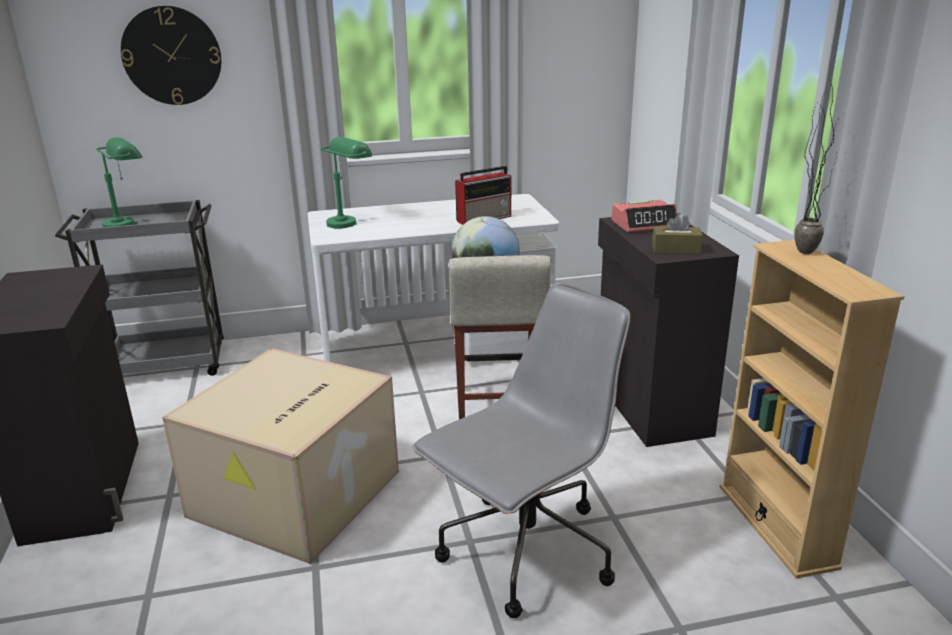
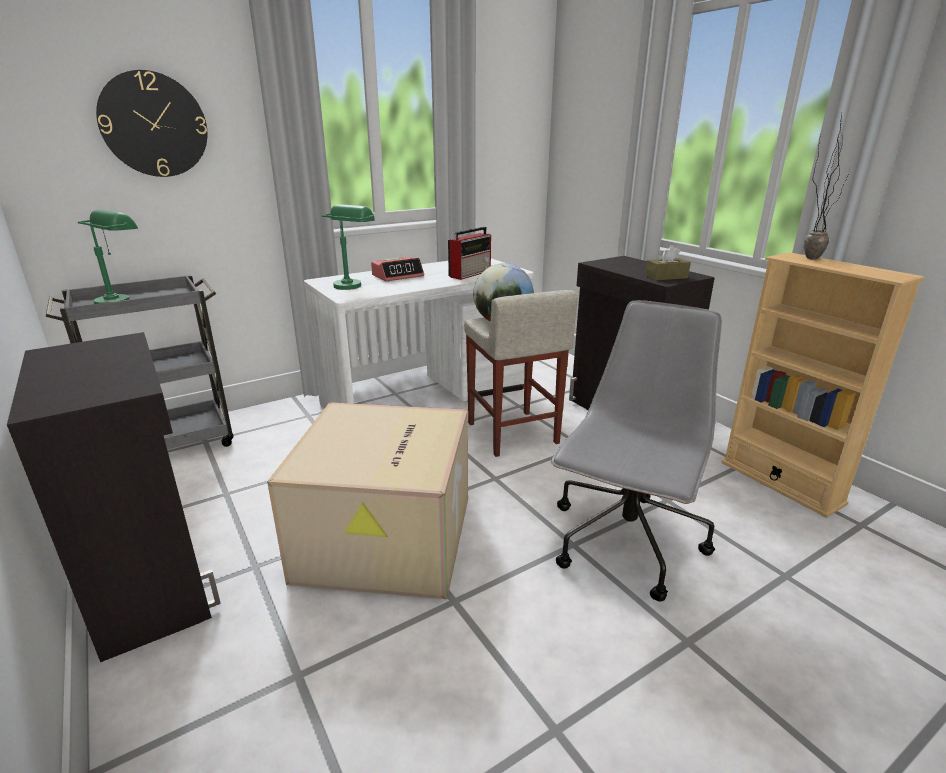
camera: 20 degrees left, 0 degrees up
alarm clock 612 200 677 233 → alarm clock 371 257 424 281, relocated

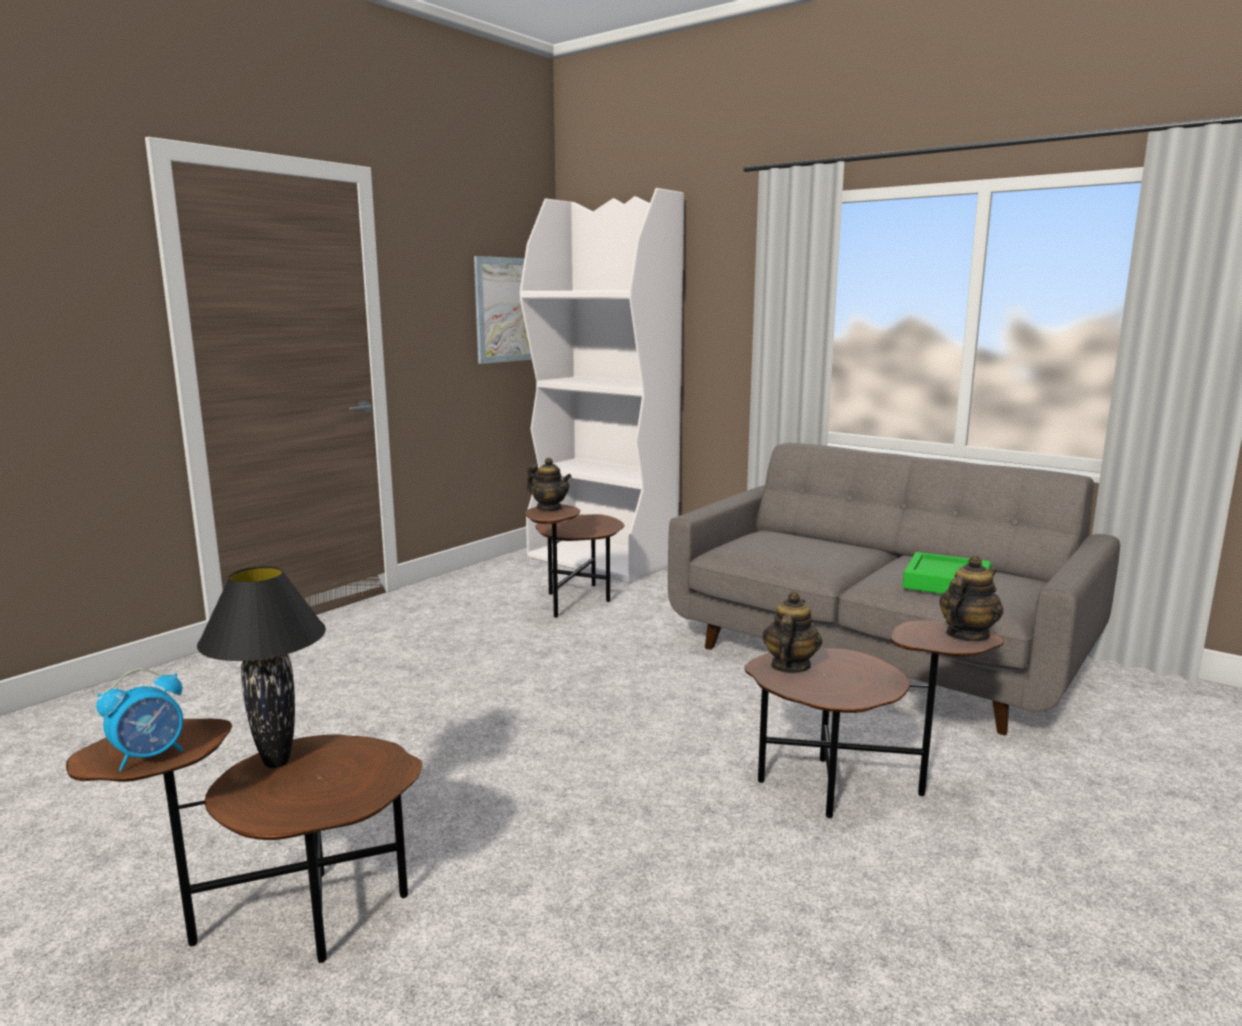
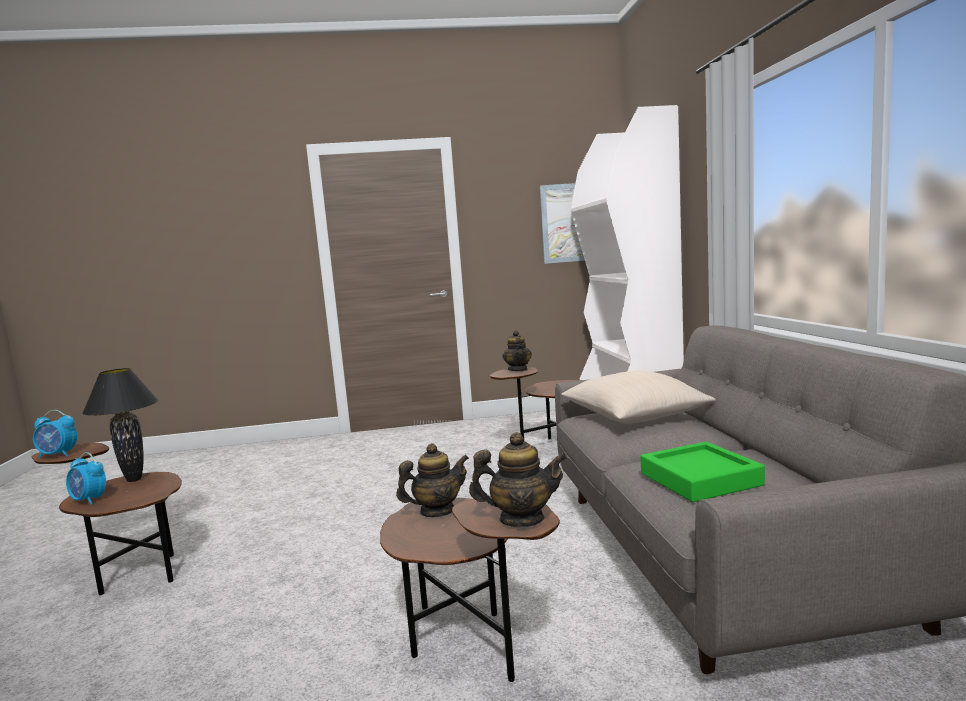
camera: 45 degrees right, 5 degrees down
- → alarm clock 66 452 106 505
- → beige pillow 561 371 716 424

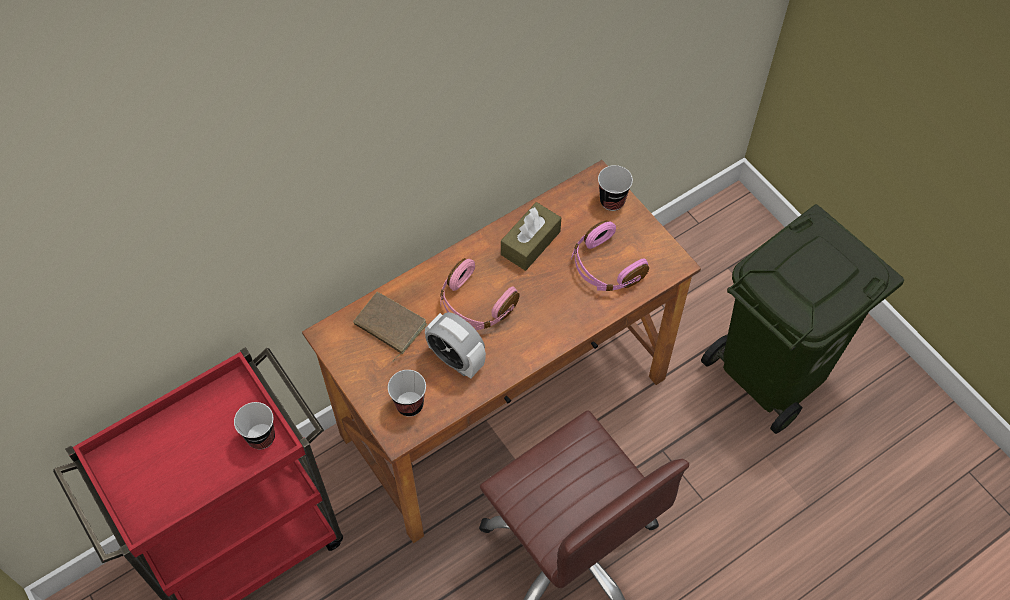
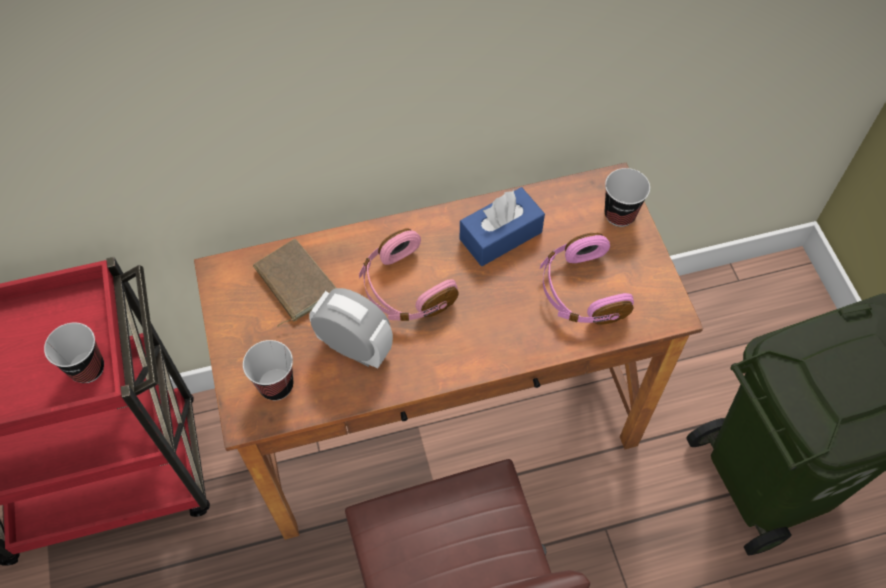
camera: 20 degrees right, 0 degrees up
brown tissue box 501 202 561 271 → blue tissue box 460 187 545 266
alarm clock 425 312 486 378 → alarm clock 309 288 393 368, 150 degrees clockwise

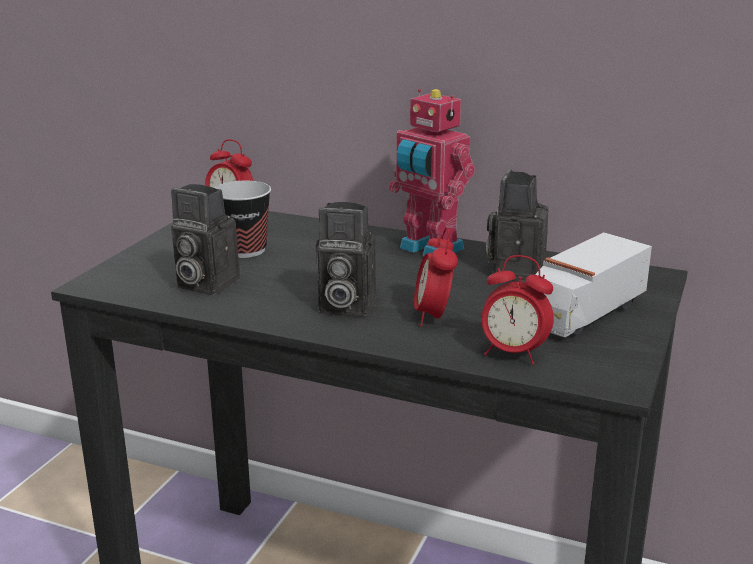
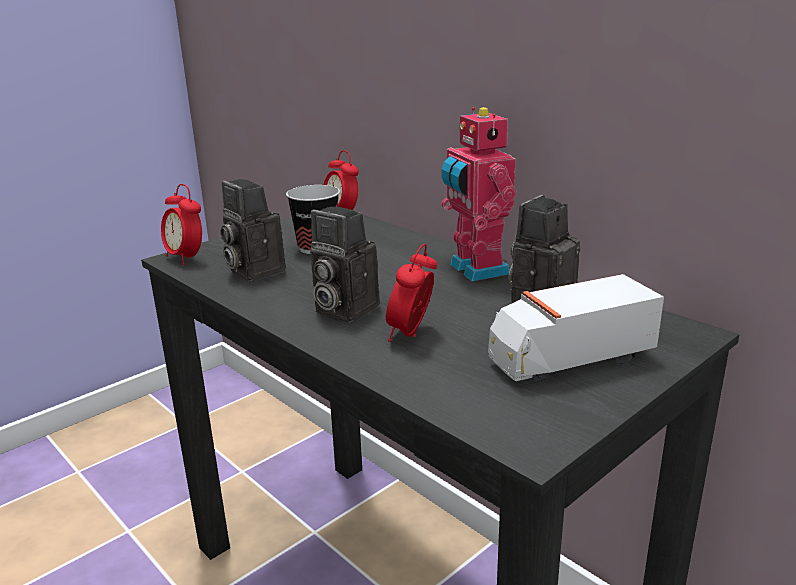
camera: 25 degrees right, 0 degrees up
alarm clock 481 255 554 365 → alarm clock 161 184 202 265, relocated

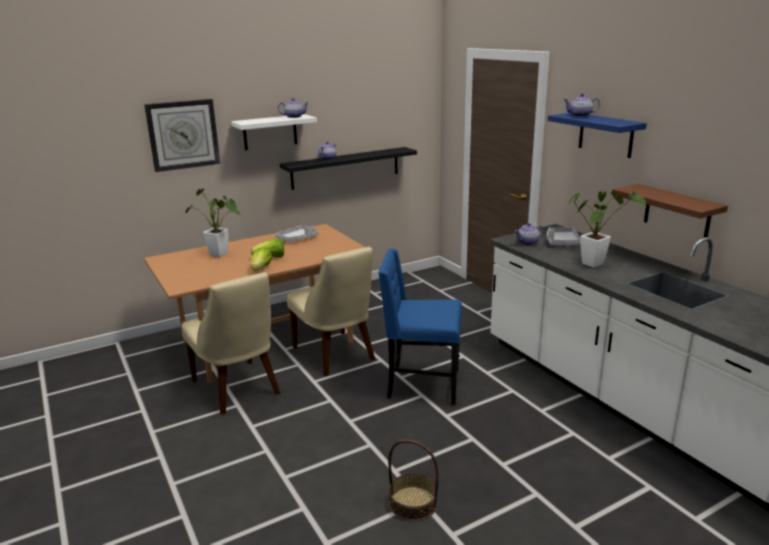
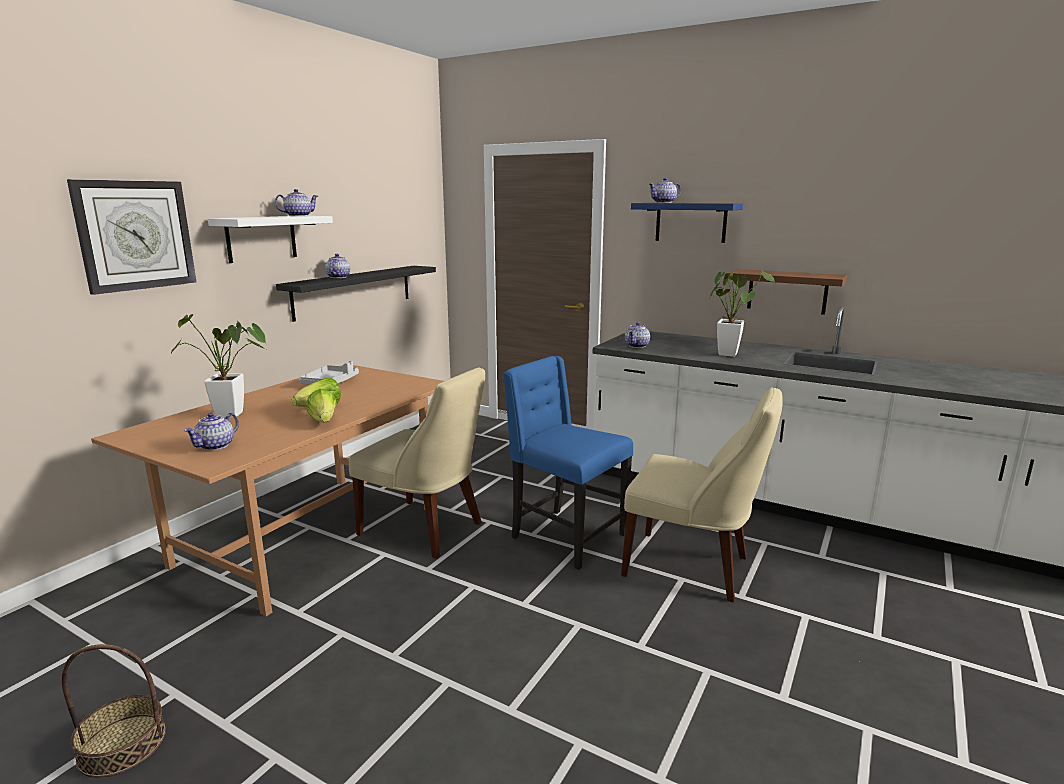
camera: 30 degrees left, 5 degrees down
grey tray 547 228 581 246 → -
- → teapot 184 413 239 451
beige chair 181 272 280 415 → beige chair 621 387 783 602, relocated
basket 388 440 439 521 → basket 62 644 166 778, relocated
blue chair 378 248 462 405 → blue chair 503 356 633 570, 60 degrees clockwise

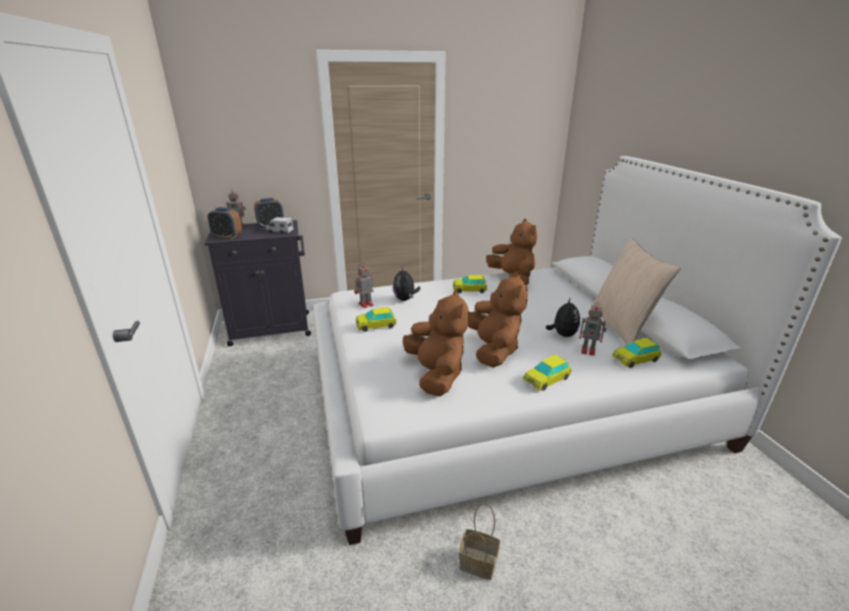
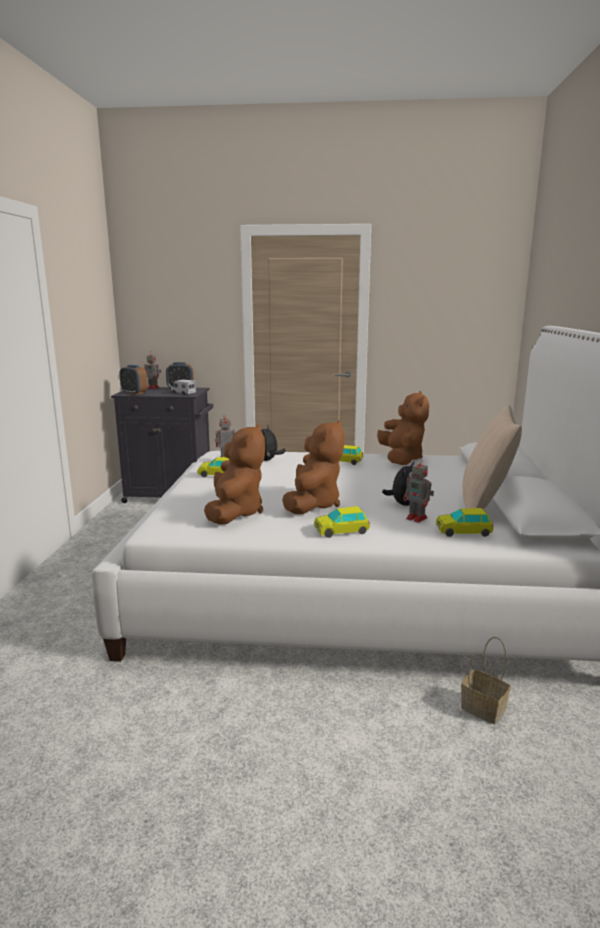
camera: 20 degrees right, 10 degrees down
basket 459 504 500 580 → basket 461 637 511 724, relocated

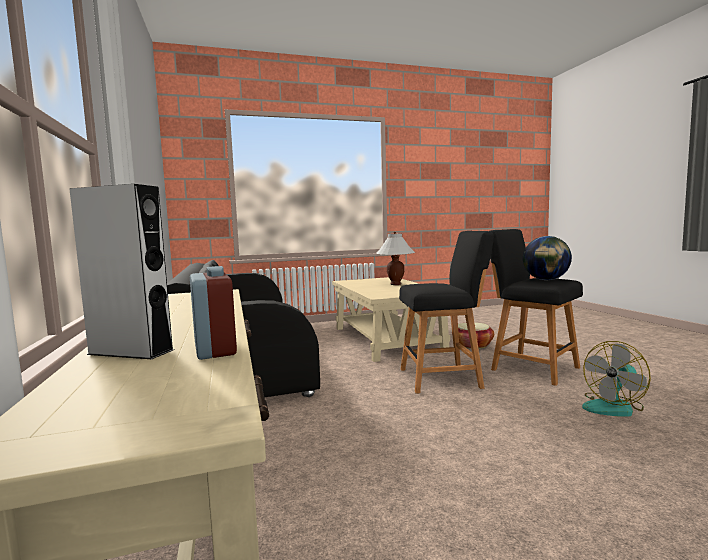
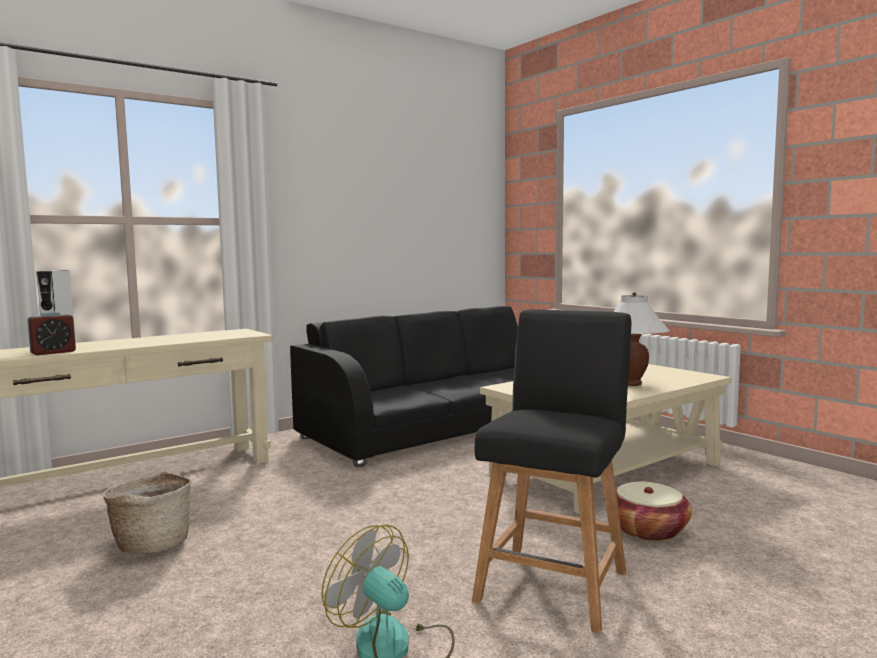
camera: 70 degrees right, 0 degrees up
black stool 399 231 494 394 → -
globe 523 236 572 280 → -
- → basket 103 471 191 553

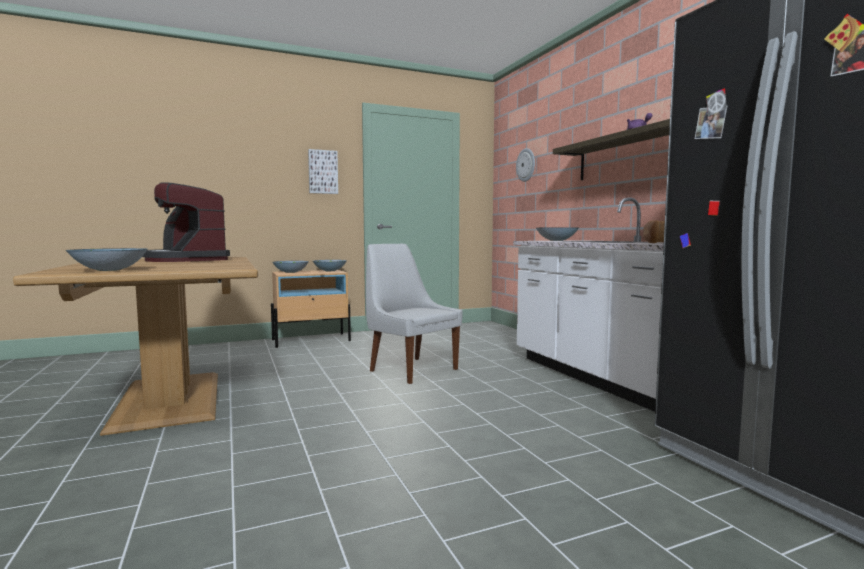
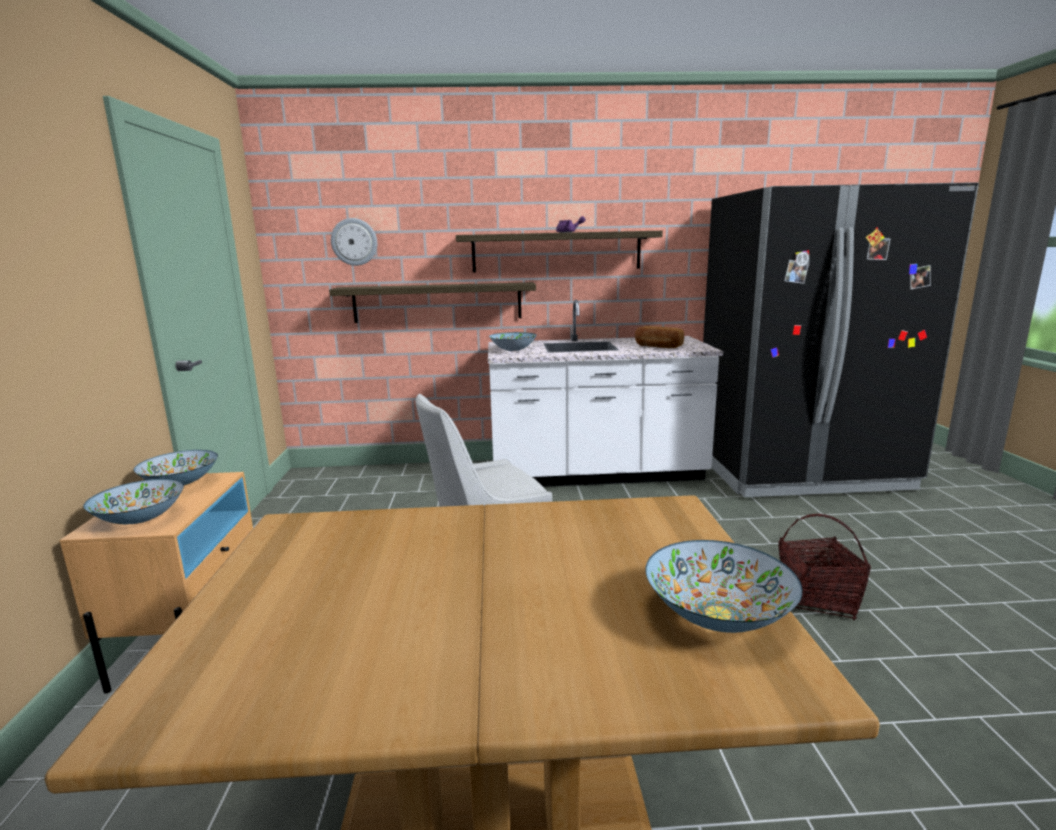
camera: 70 degrees left, 10 degrees up
coffee machine 142 182 230 262 → -
picture 308 149 338 194 → -
- → shelf 329 282 536 323
- → basket 778 514 871 620

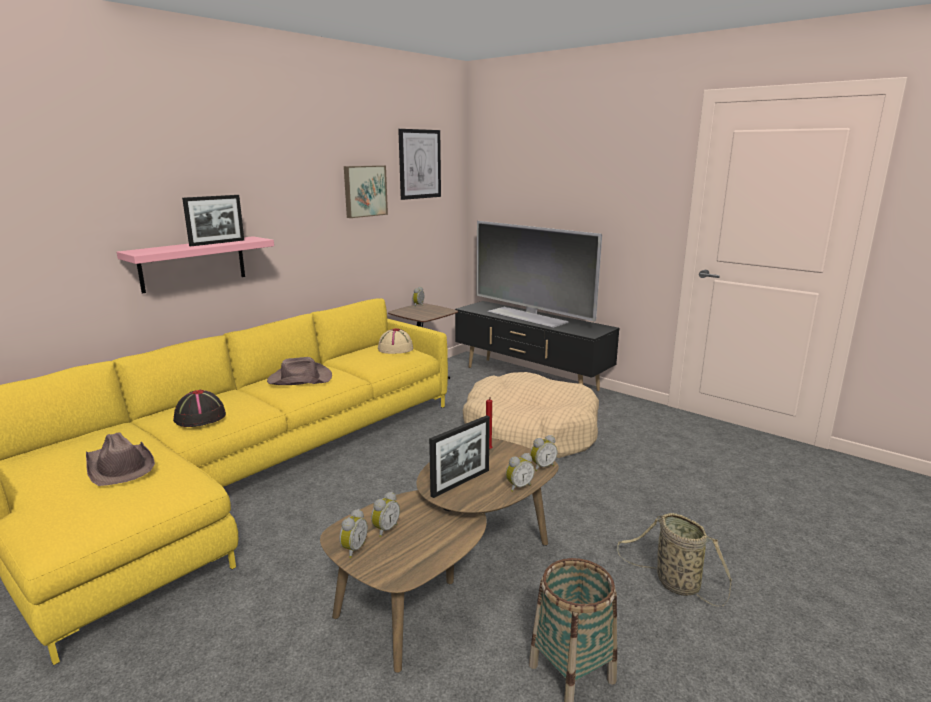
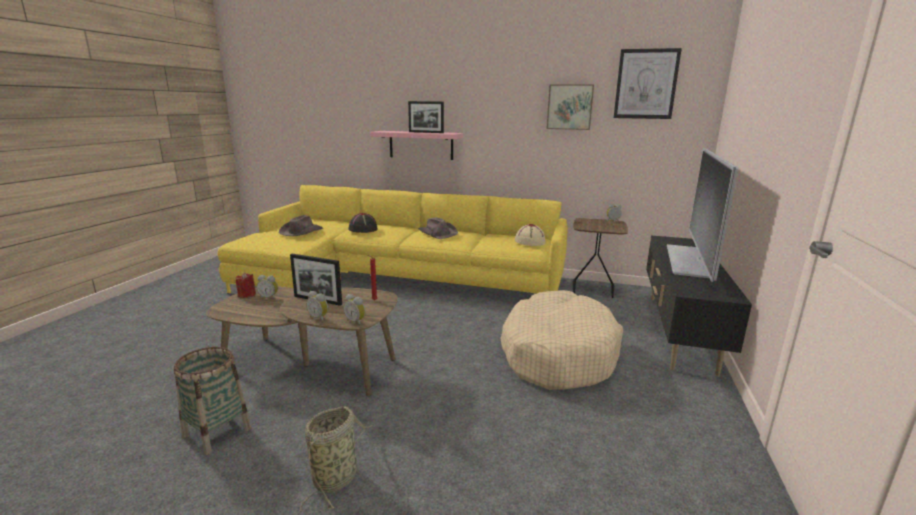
camera: 65 degrees right, 0 degrees up
alarm clock 339 509 368 558 → red candle 236 272 256 298

